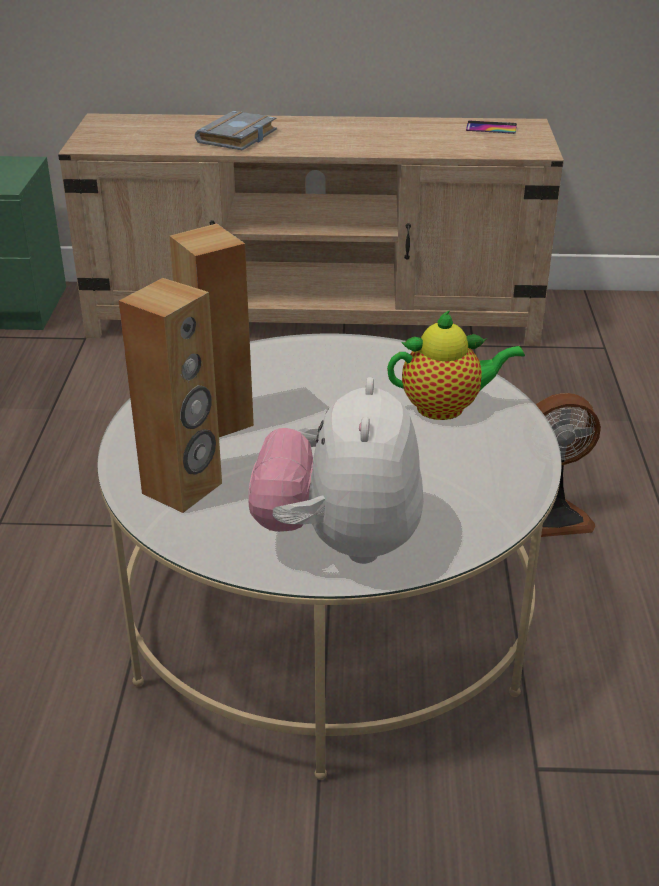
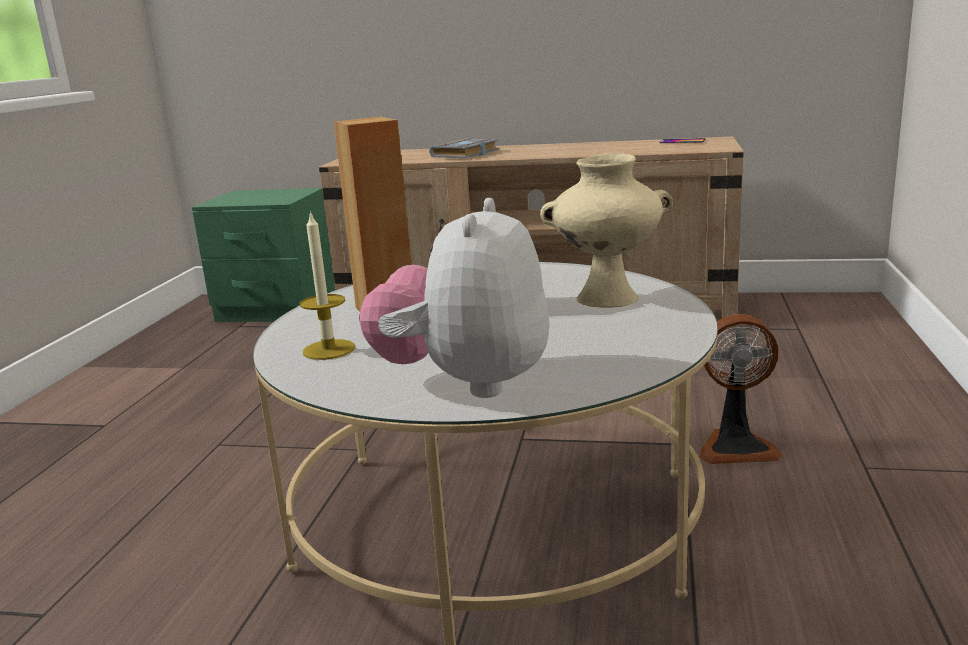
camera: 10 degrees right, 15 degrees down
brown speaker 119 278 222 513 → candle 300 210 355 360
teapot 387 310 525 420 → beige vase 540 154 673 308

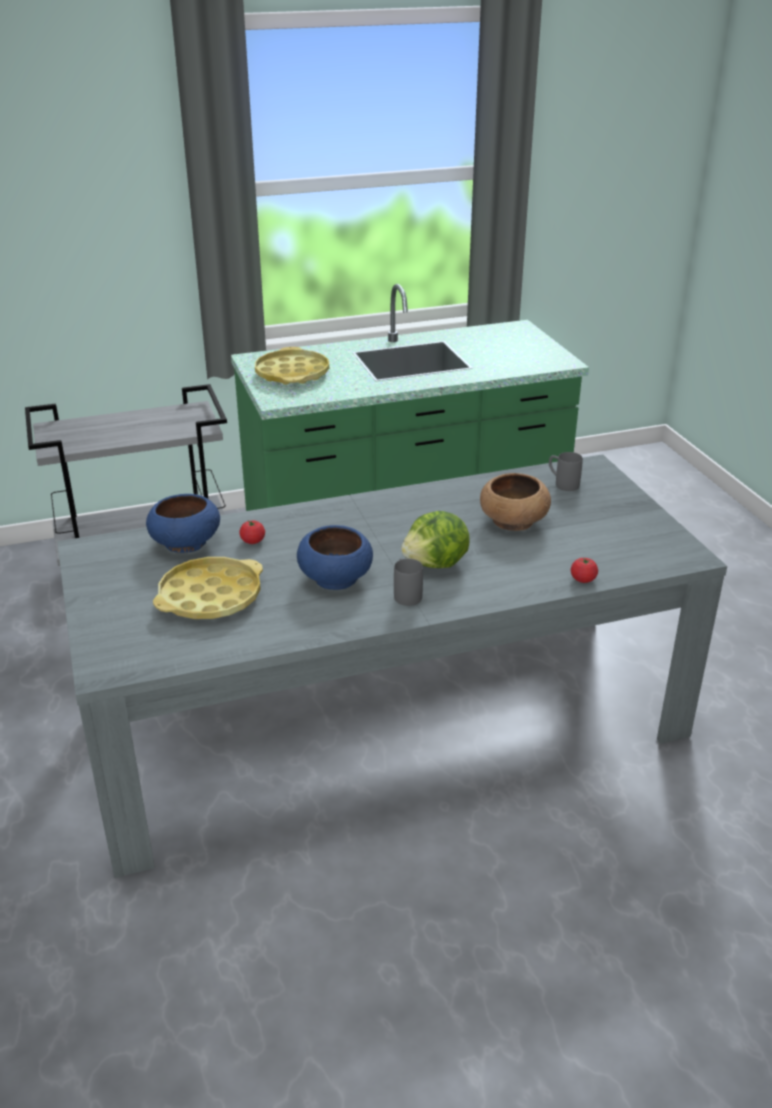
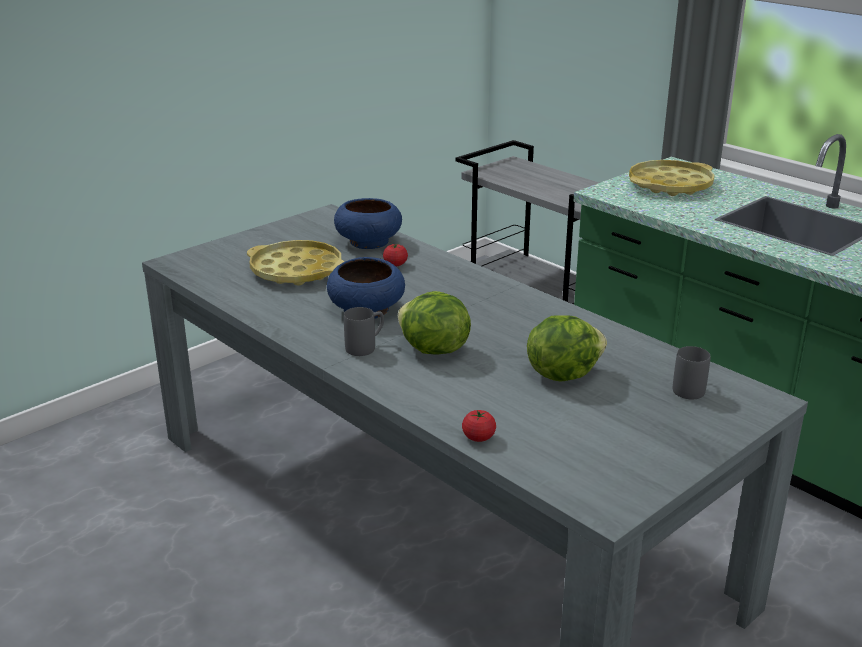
camera: 65 degrees right, 5 degrees down
brown bowl 480 473 551 531 → lettuce 527 315 607 382

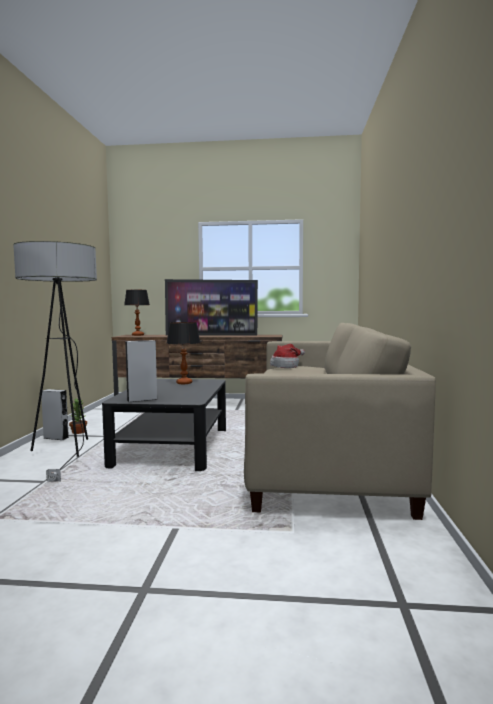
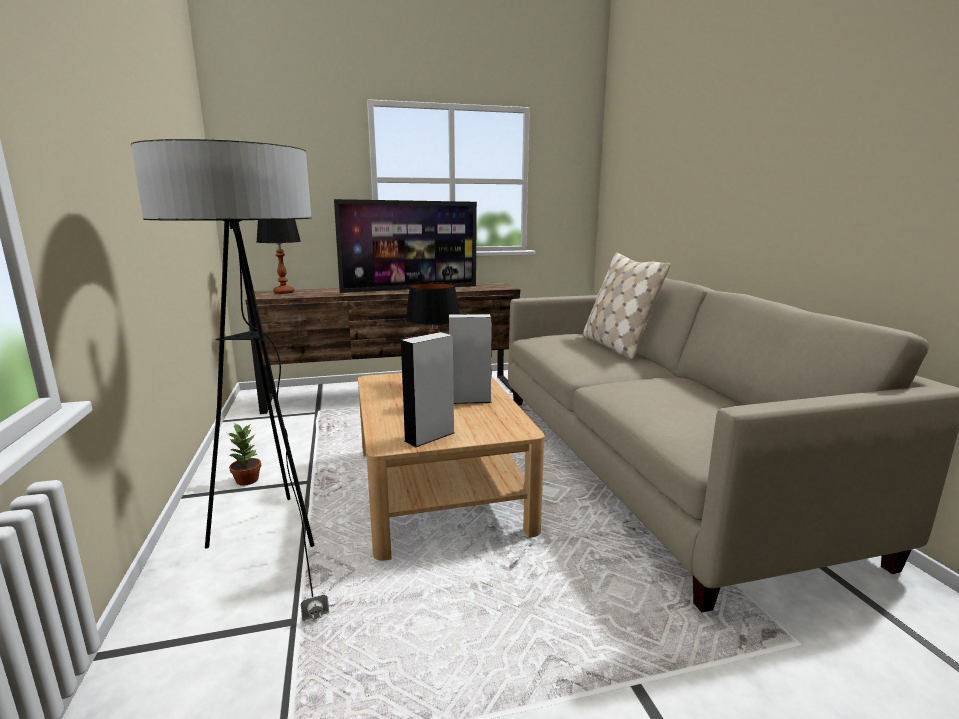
camera: 20 degrees left, 10 degrees up
hat 270 344 305 368 → -
- → beige pillow 583 252 671 360
grey speaker 41 389 69 440 → grey speaker 449 314 492 404, relocated
black coffee table 102 379 226 471 → beige coffee table 358 373 545 561

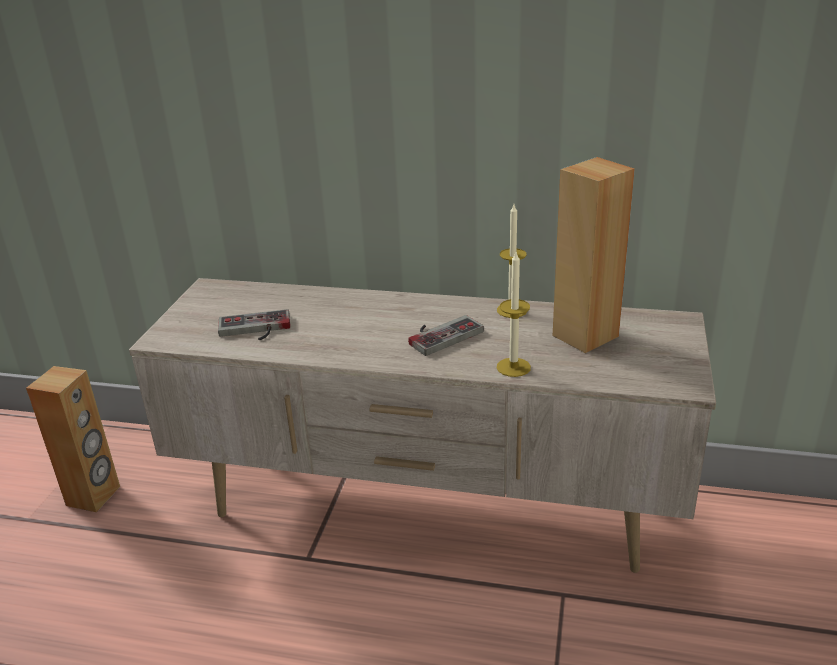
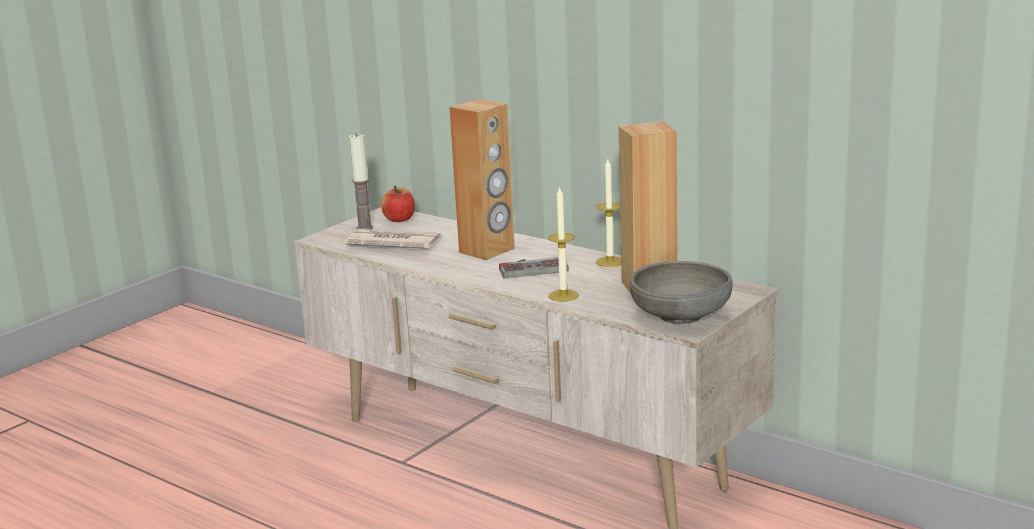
camera: 25 degrees right, 10 degrees down
- → candle 349 134 373 230
- → apple 381 186 415 222
- → grey bowl 630 261 733 324
brown speaker 26 366 120 512 → brown speaker 449 99 515 260, relocated
game controller 218 309 290 340 → newspaper 344 229 441 249

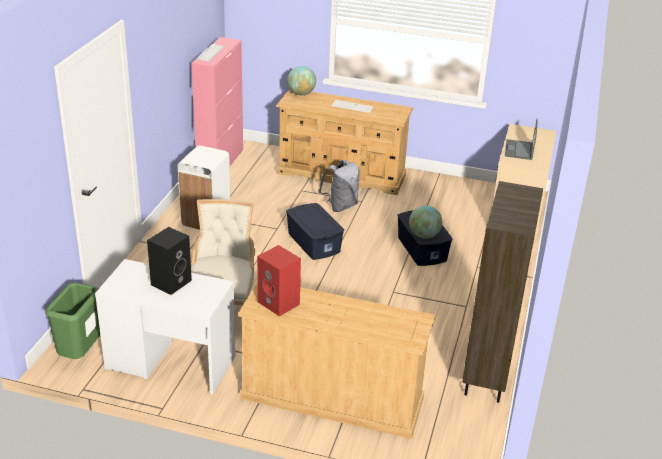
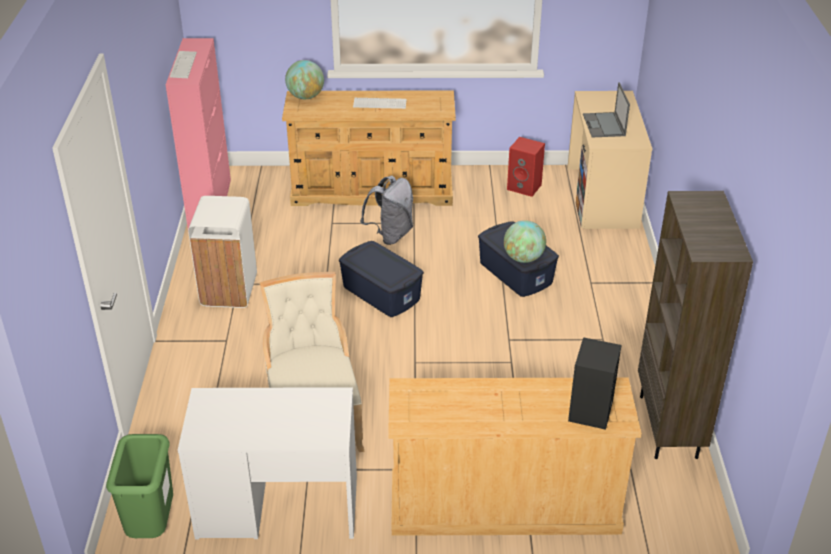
camera: 15 degrees left, 5 degrees up
black speaker 147 227 192 295 → black speaker 568 337 622 430, relocated
red speaker 257 245 301 316 → red speaker 507 137 545 197, relocated

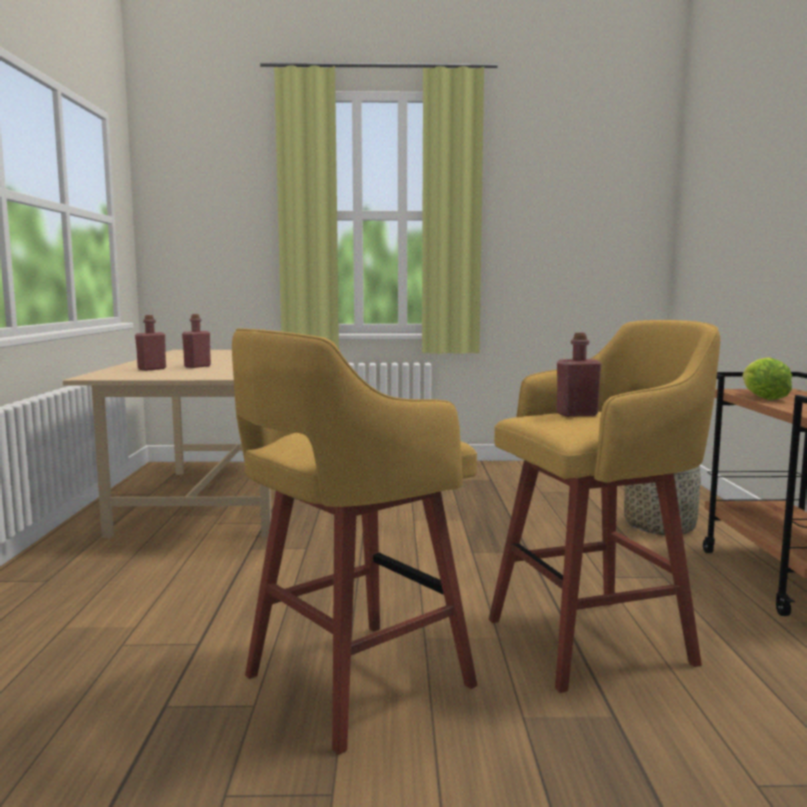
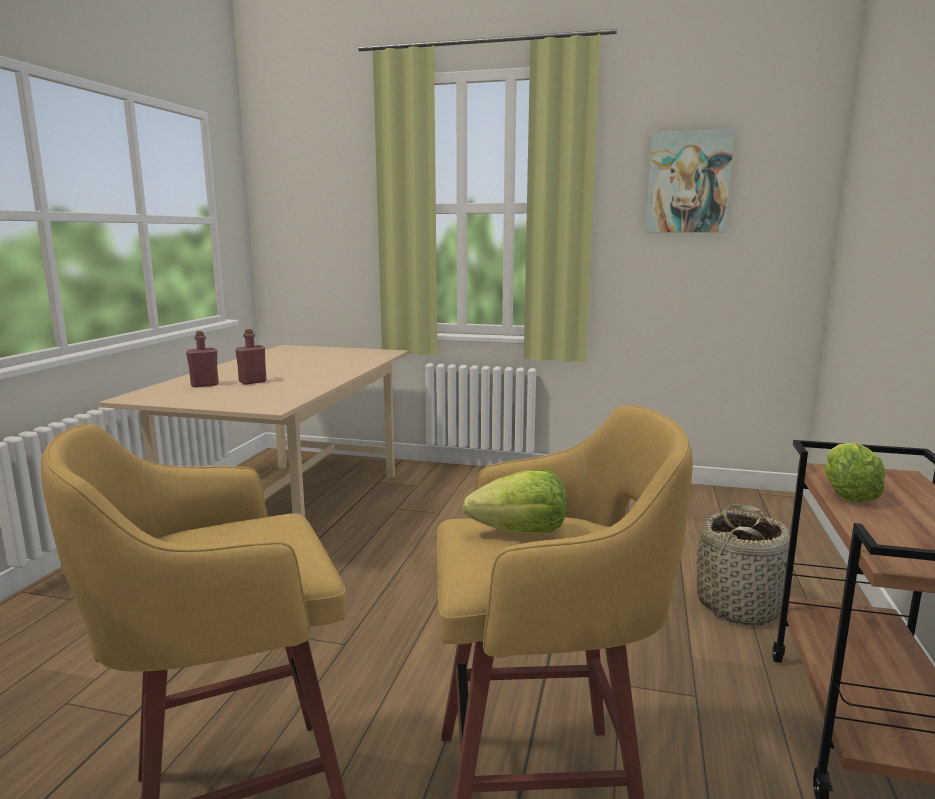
camera: 15 degrees right, 5 degrees up
- → picture 646 129 735 232
red bottle 556 333 601 417 → lettuce 463 469 566 533

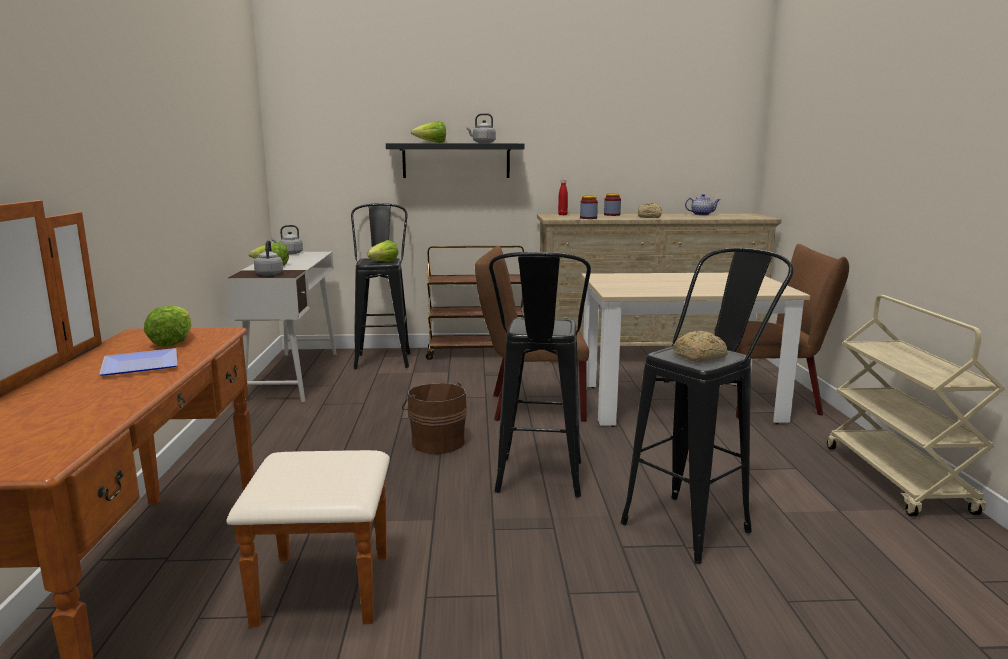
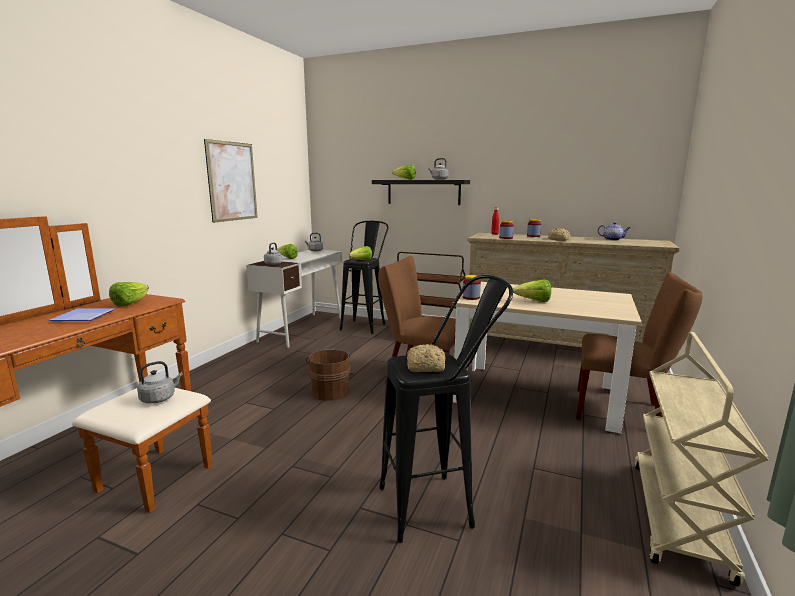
camera: 25 degrees right, 0 degrees up
black stool 489 252 591 497 → -
- → grey kettle 137 361 183 404
- → picture 204 139 258 223
- → jar 463 275 481 300
- → lettuce 513 279 551 302

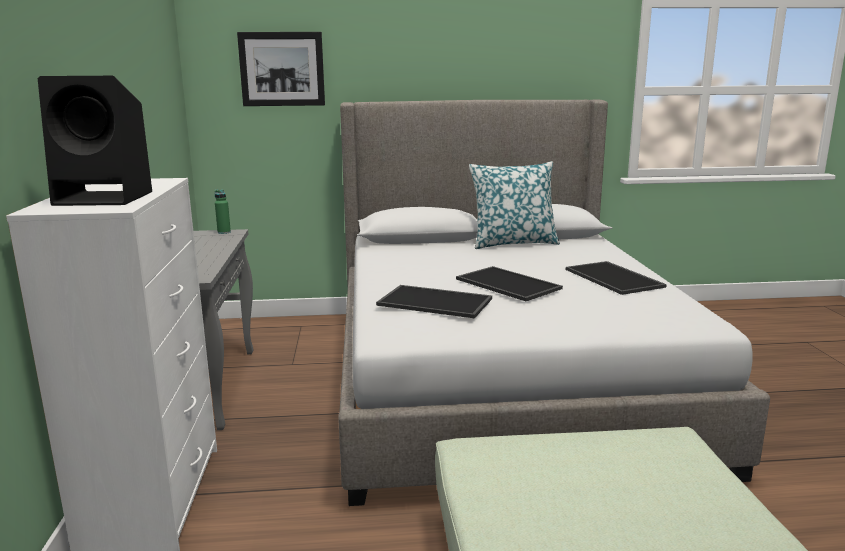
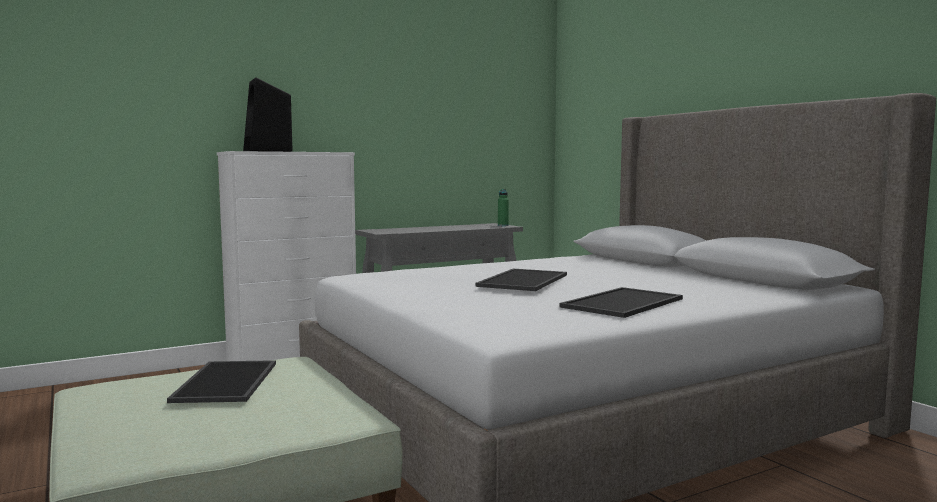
camera: 65 degrees right, 10 degrees down
picture 237 32 325 106 → -
pillow 469 161 560 249 → -
tray 376 285 492 318 → tray 167 360 276 403, relocated

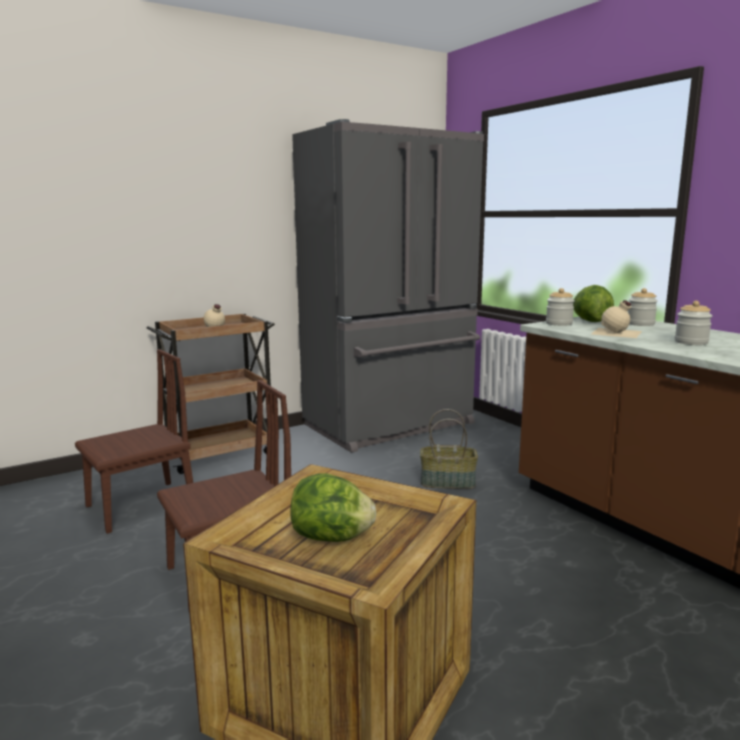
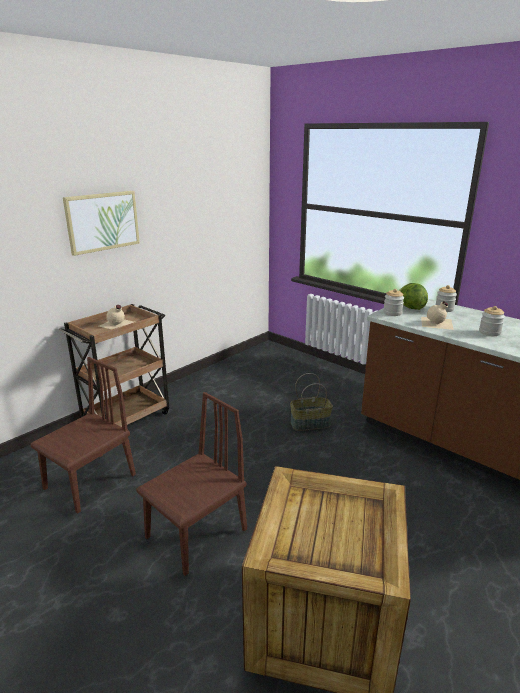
camera: 15 degrees left, 10 degrees up
lettuce 290 473 377 542 → -
grey fridge 292 119 484 453 → -
- → picture 63 191 140 256

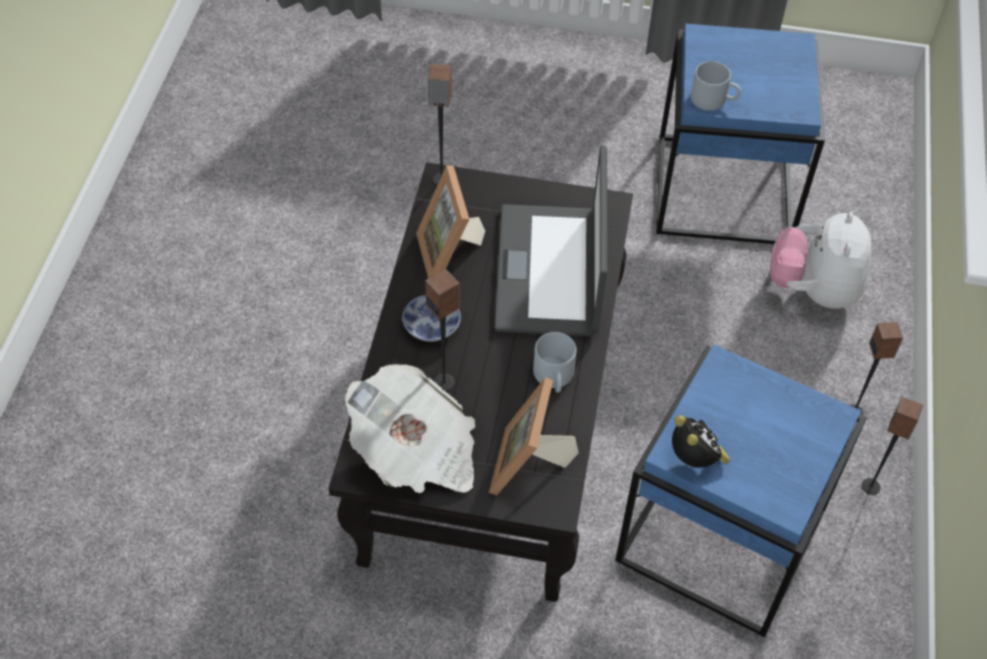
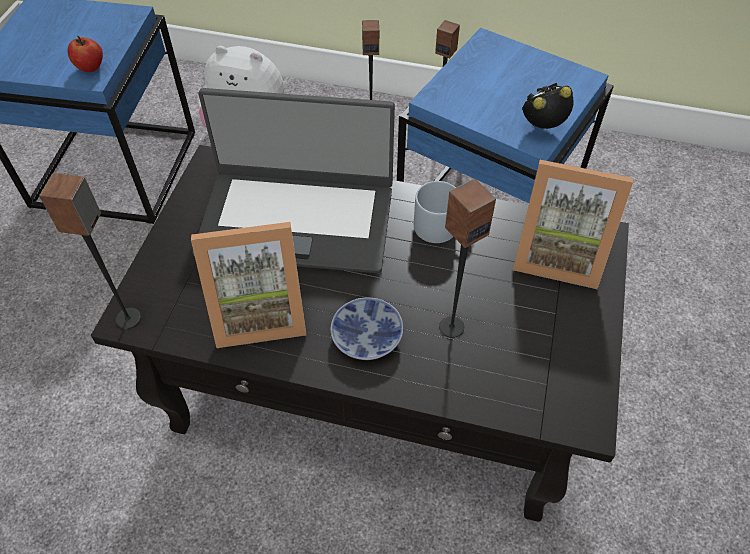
camera: 85 degrees left, 0 degrees up
newspaper 345 364 475 493 → -
grey mug 691 61 741 111 → apple 68 36 103 72

